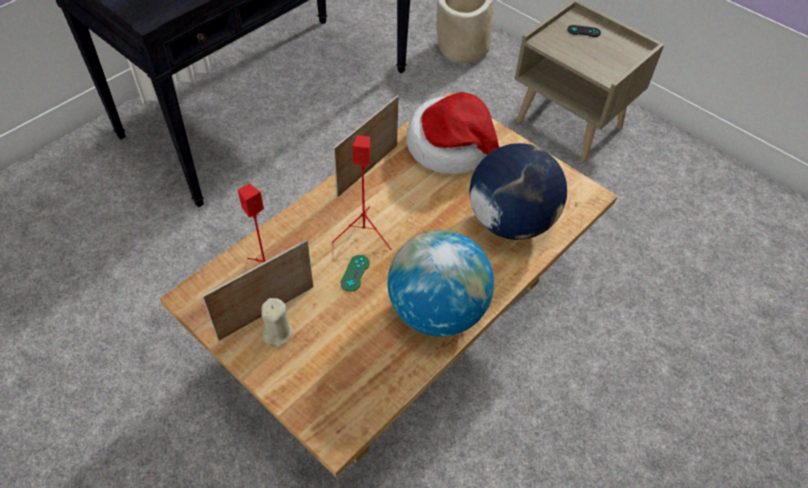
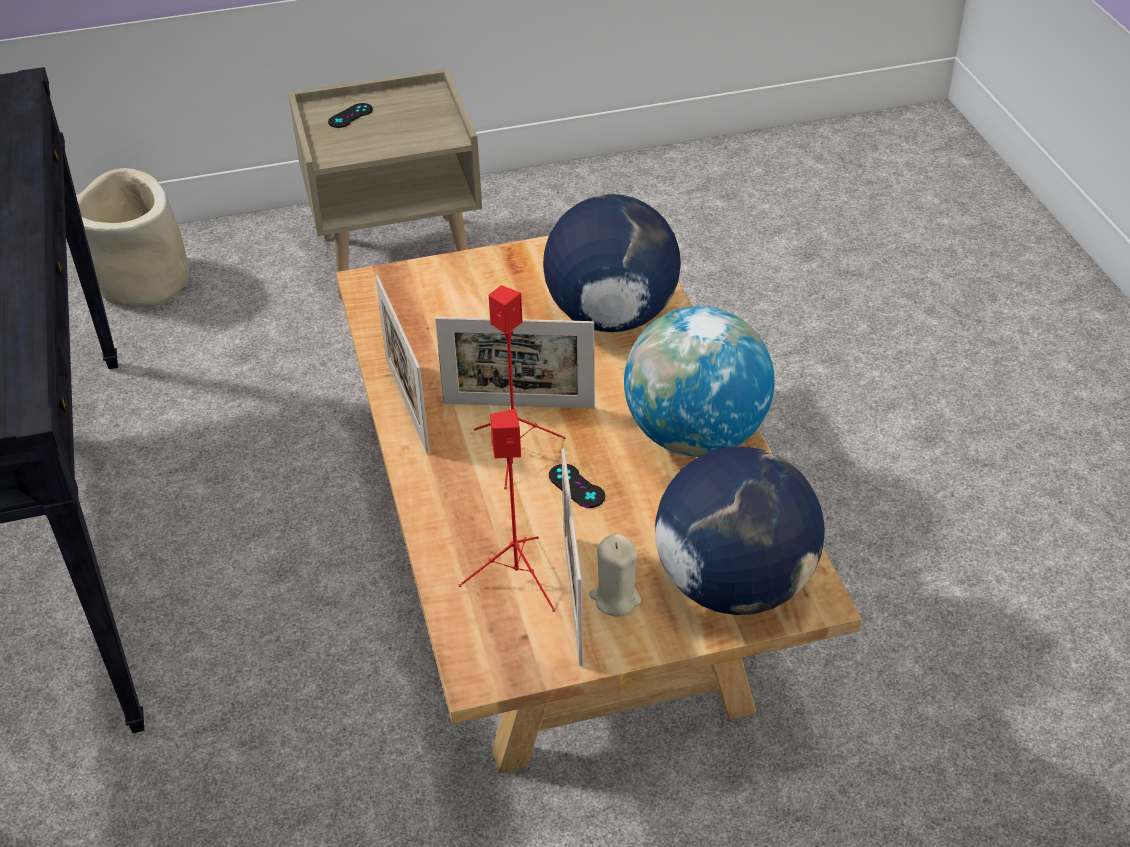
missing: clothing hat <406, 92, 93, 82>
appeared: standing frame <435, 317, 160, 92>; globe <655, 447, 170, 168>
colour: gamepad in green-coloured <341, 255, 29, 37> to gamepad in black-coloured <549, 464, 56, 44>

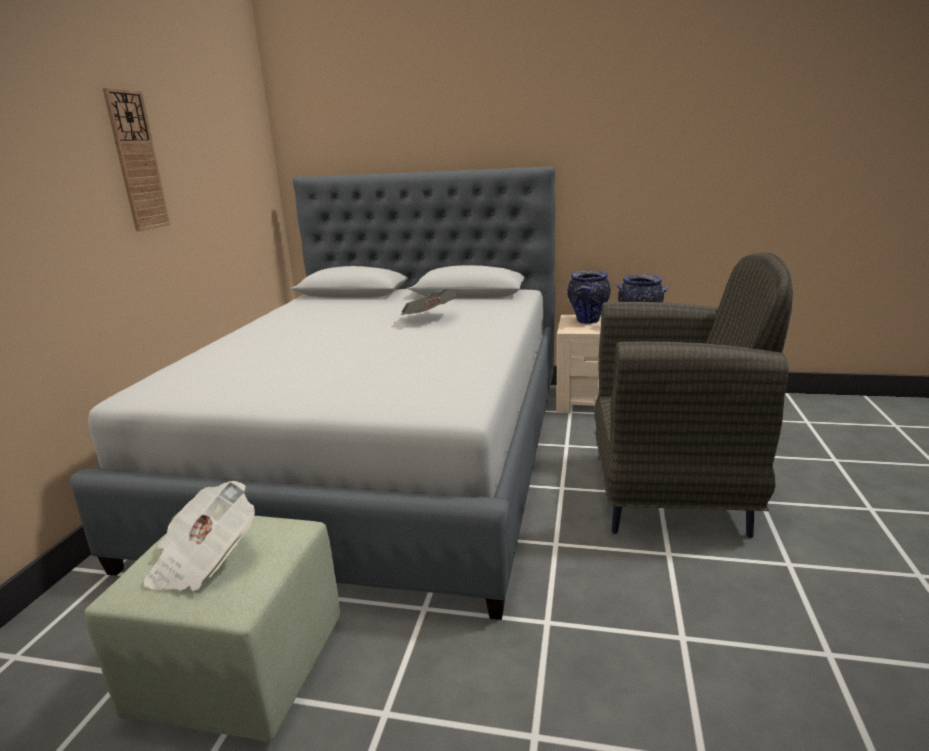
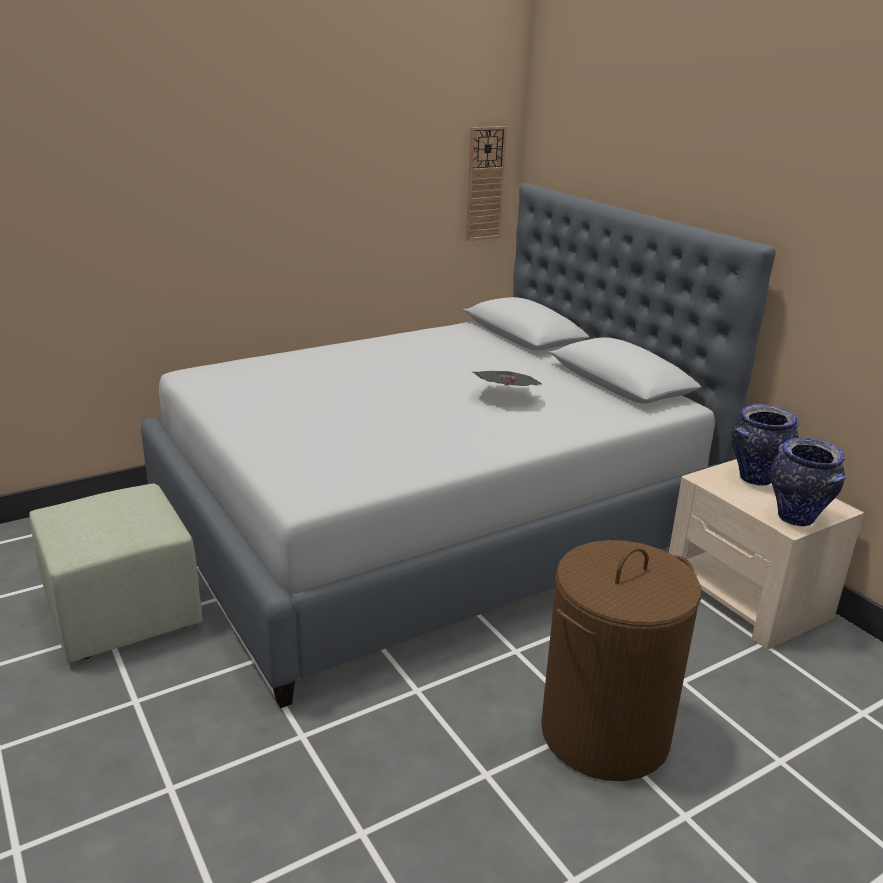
missing: printed paper <143, 481, 112, 110>
relocated: clock on the wall <103, 88, 68, 143> to <466, 126, 41, 115>
exchanged: lounge chair in gray <594, 253, 199, 285> to washing basket in brown <541, 540, 160, 241>

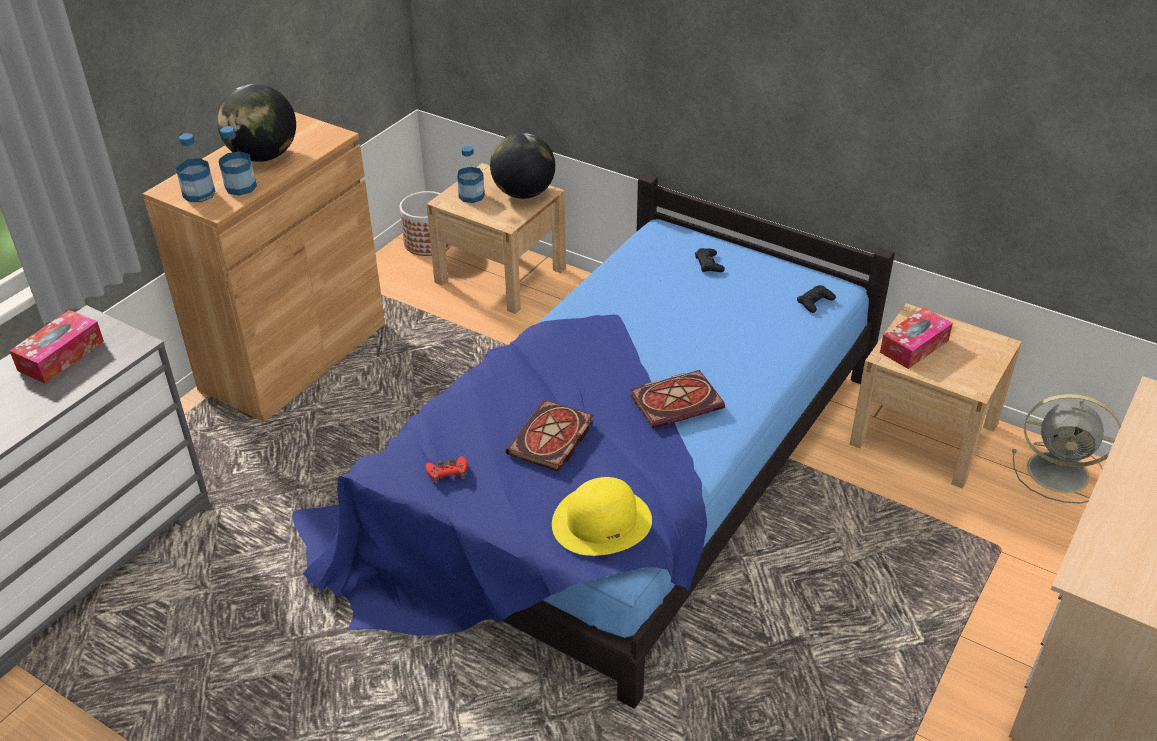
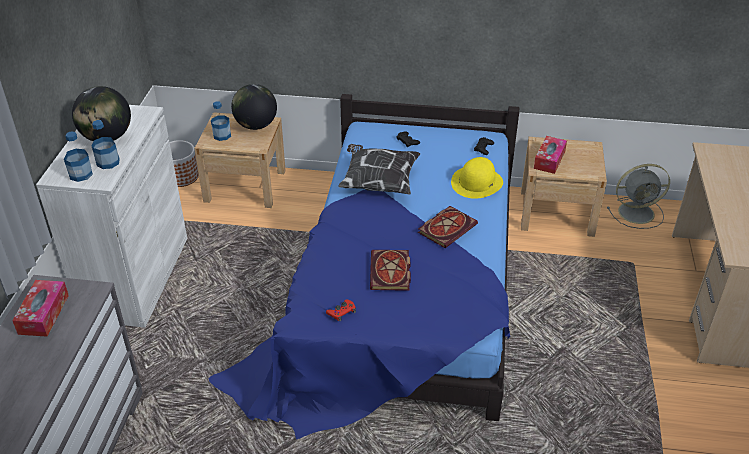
appeared: cushion <338, 144, 82, 50>
relocated: clothing hat in yellow <552, 477, 100, 79> to <451, 157, 52, 42>
colour: storage cabinet in brown <143, 112, 242, 310> to storage cabinet in white <36, 105, 151, 223>

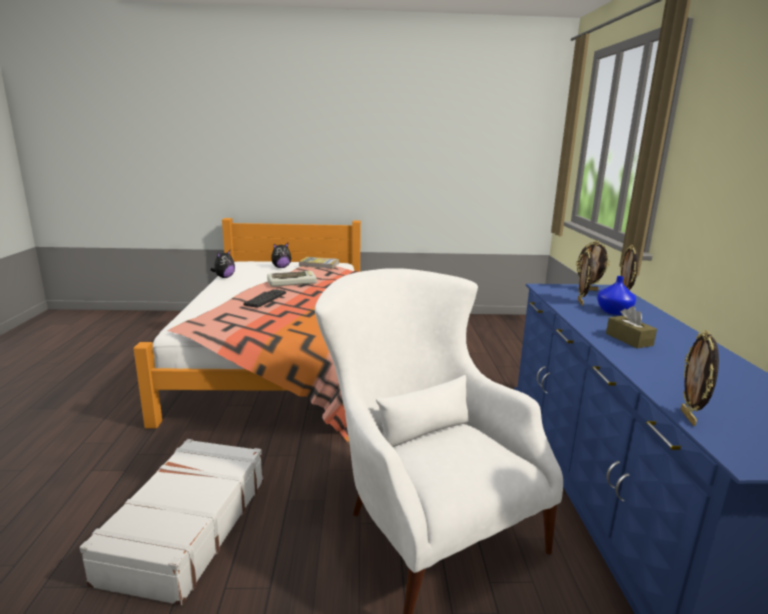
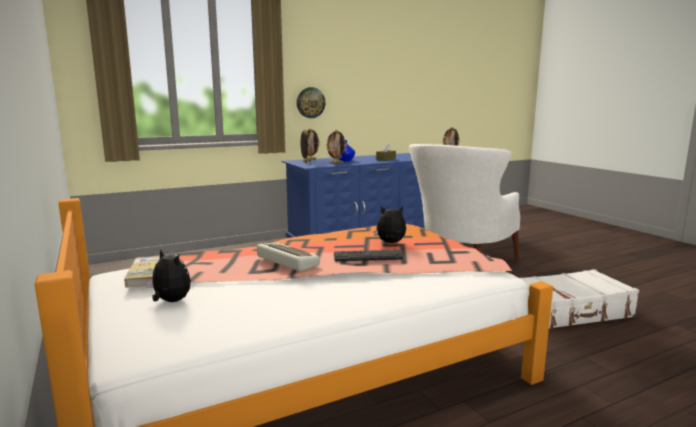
appeared: clock on the wall <297, 87, 28, 31>
relocated: soft toy <211, 250, 24, 28> to <374, 206, 32, 37>

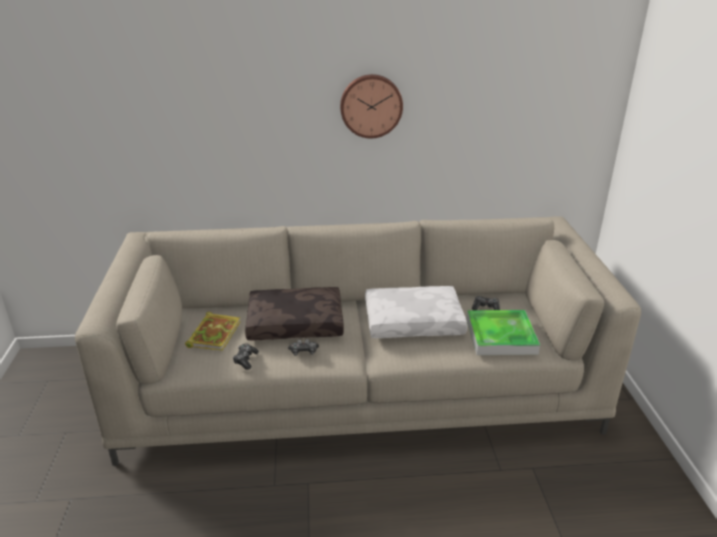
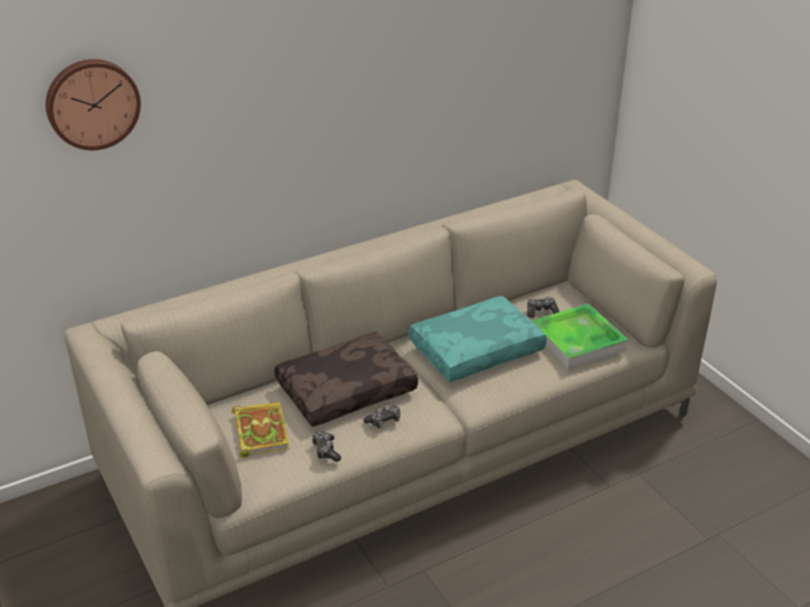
relocated: clock on the wall <340, 74, 63, 64> to <46, 59, 95, 91>
colour: cushion in white <365, 286, 102, 52> to cushion in blue-green <409, 296, 138, 86>

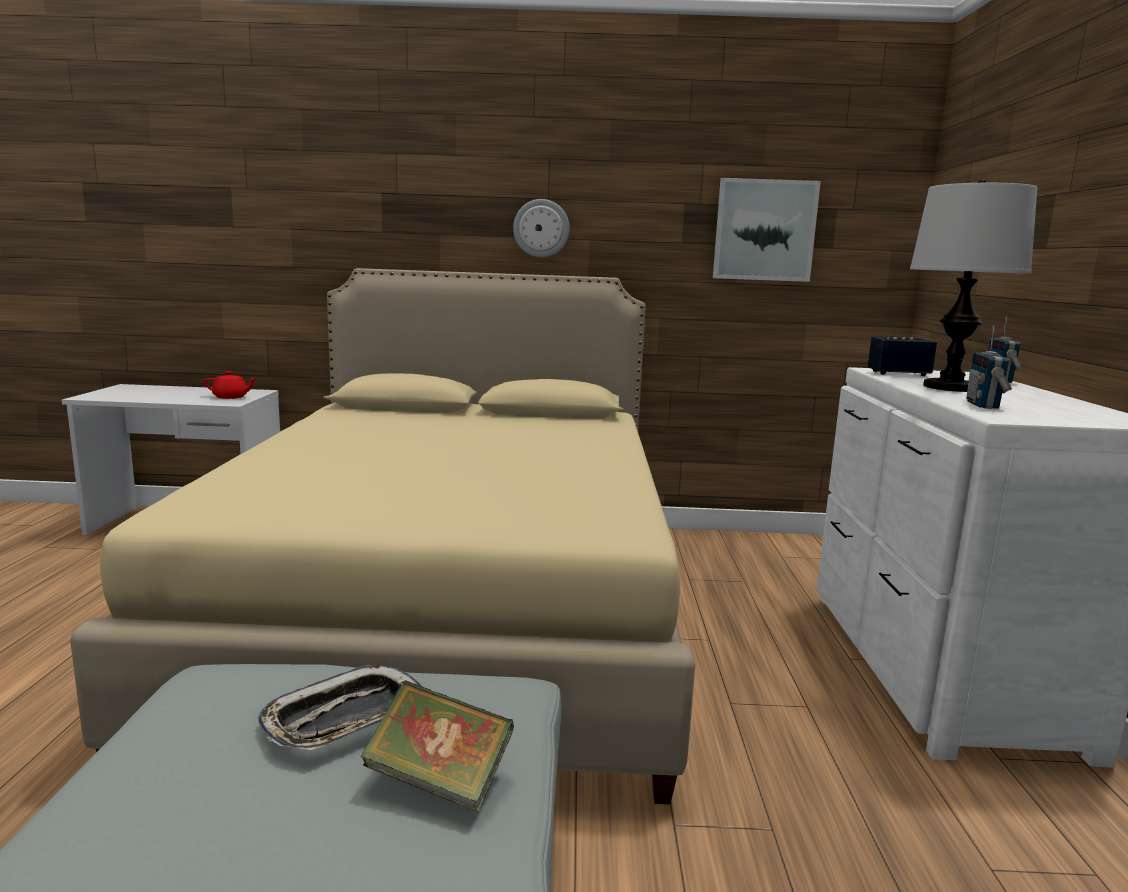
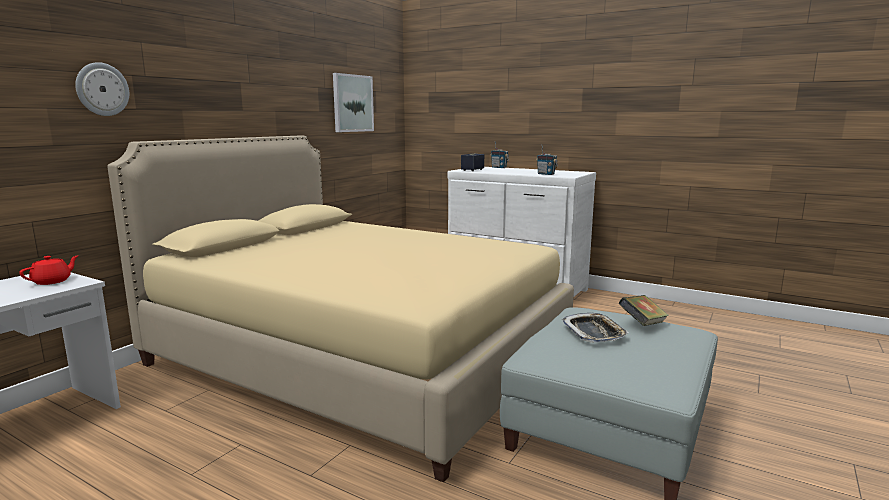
missing: table lamp <910, 179, 127, 213>
relocated: clock on the wall <513, 199, 57, 59> to <75, 62, 54, 54>

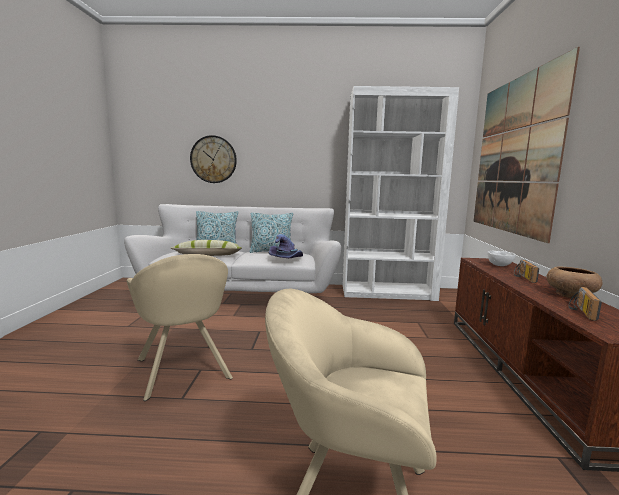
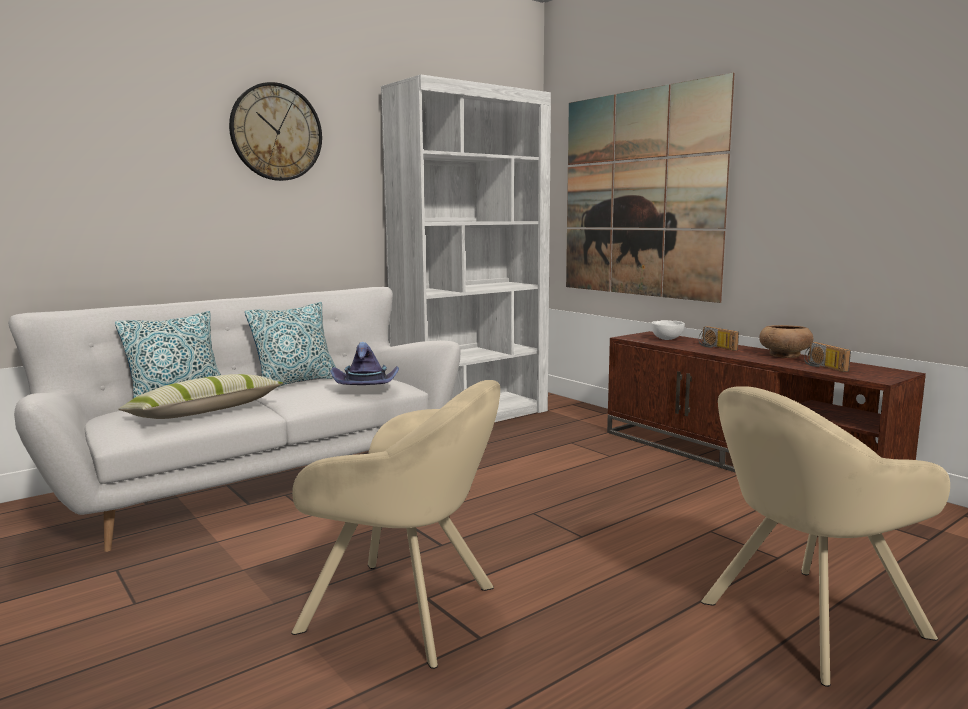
relocated: clock on the wall <190, 135, 47, 48> to <229, 82, 93, 99>

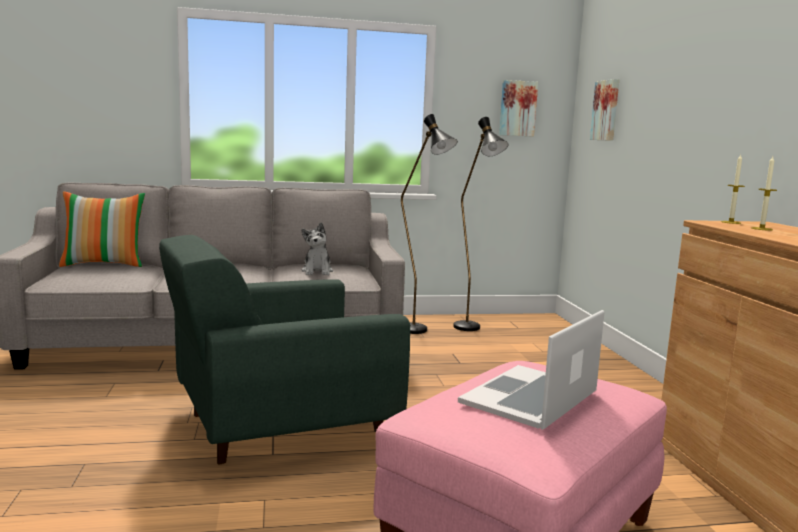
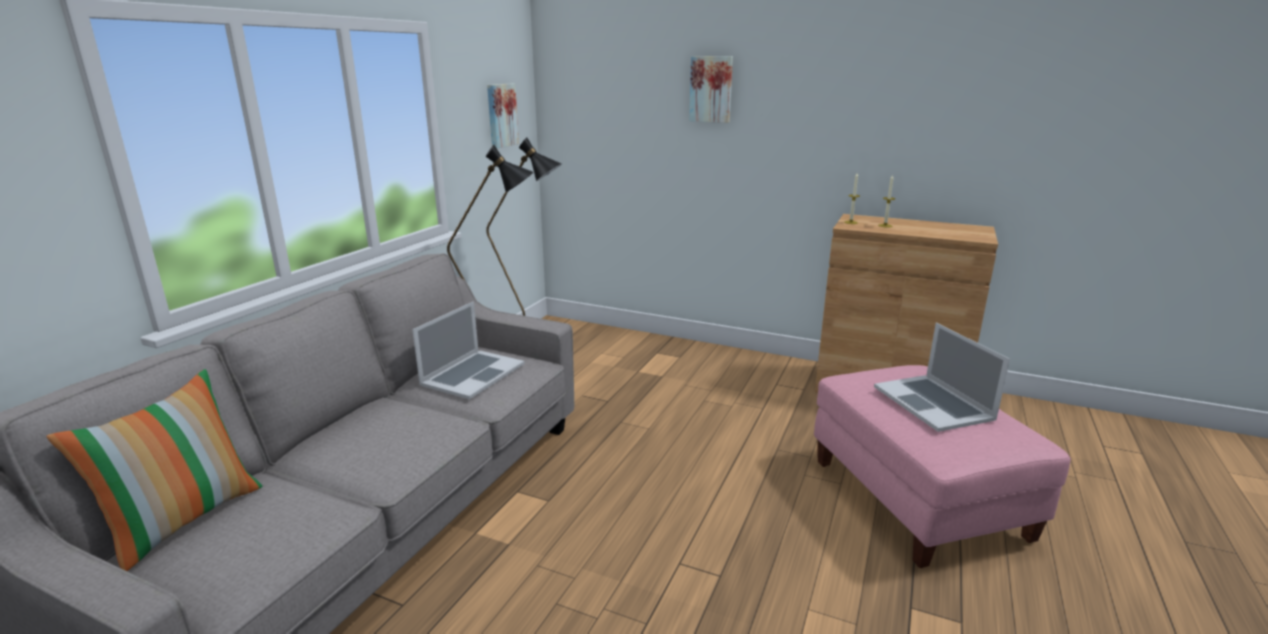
missing: lounge chair in green-coloured <159, 235, 251, 229>
relocated: wall art <590, 79, 29, 62> to <689, 56, 44, 67>
exchanged: soft toy <301, 223, 32, 52> to notebook computer <412, 301, 113, 98>

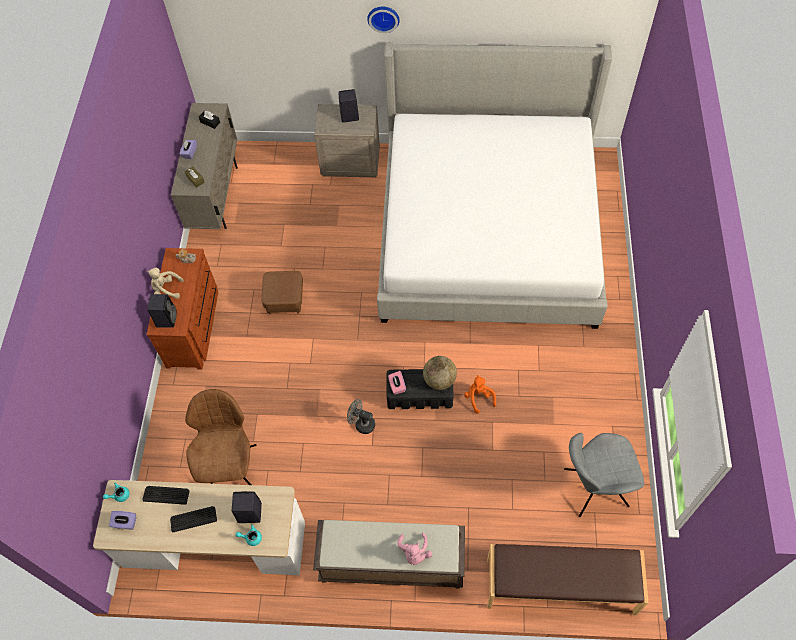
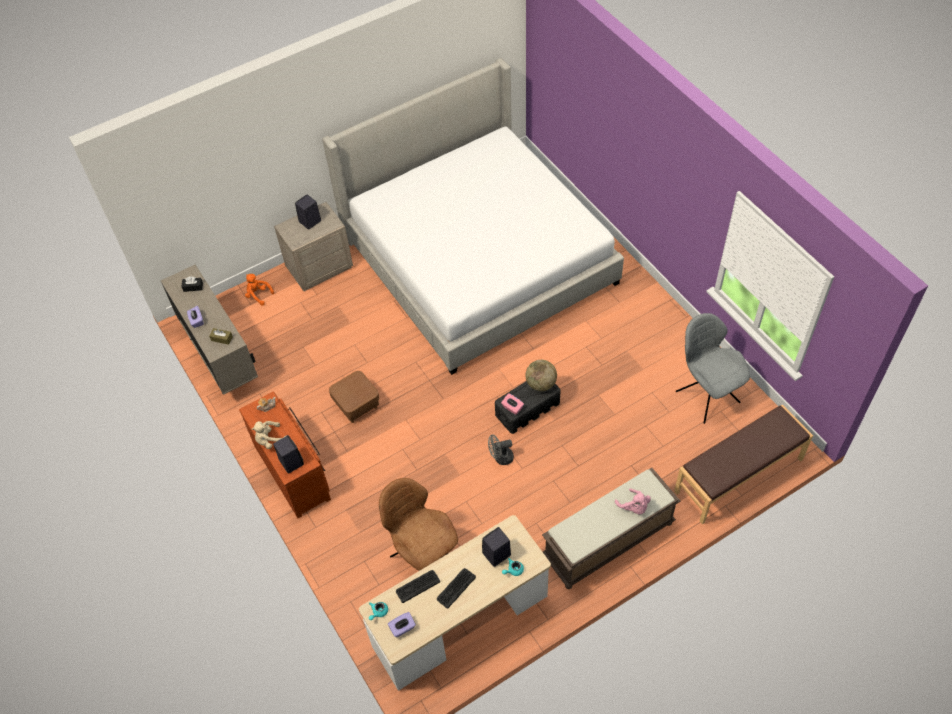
missing: clock on the wall <367, 7, 33, 26>
relocated: soft toy in orange-coloured <464, 375, 32, 39> to <245, 274, 29, 31>
spun: upright chair in gray <564, 433, 80, 84> = <676, 313, 74, 111> 105 degrees clockwise

